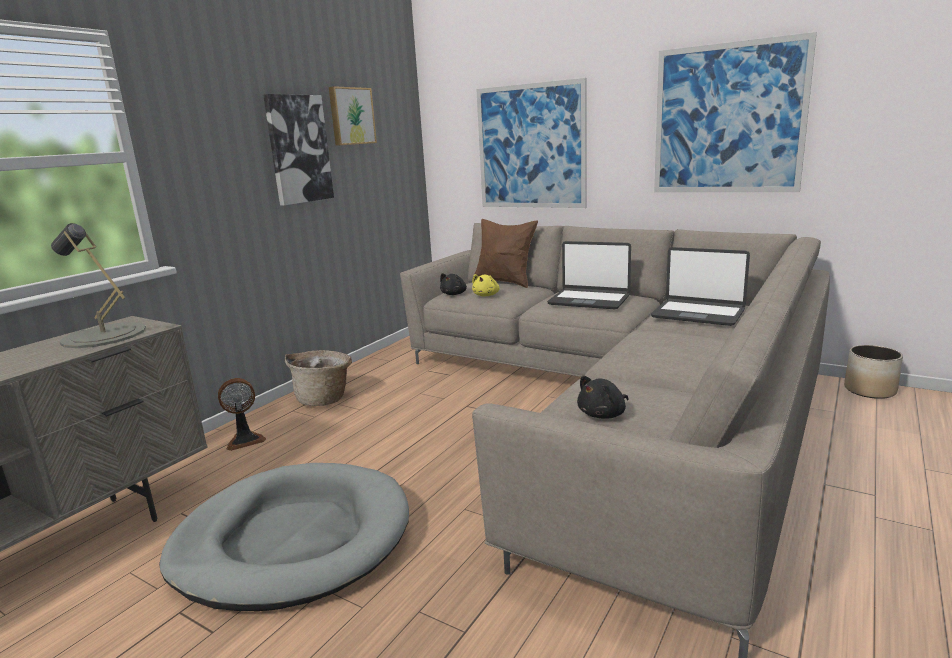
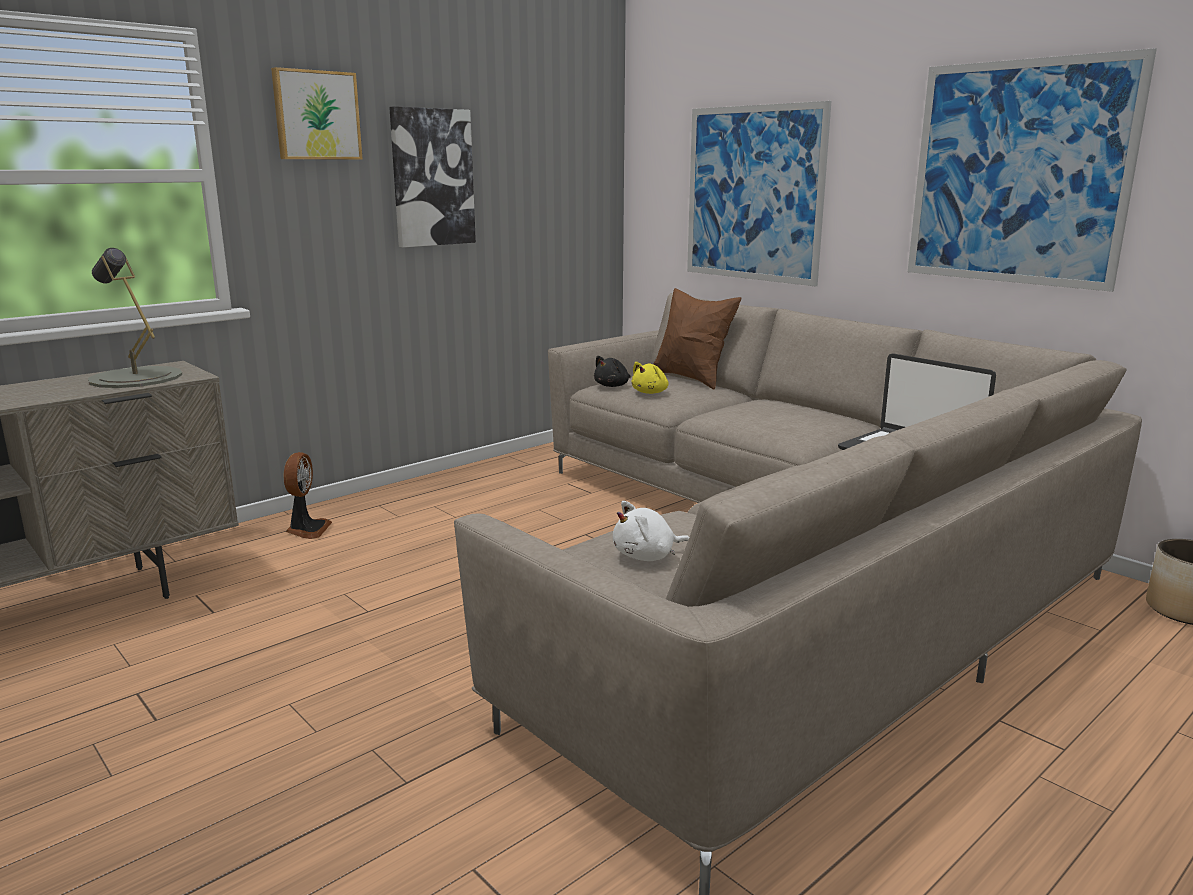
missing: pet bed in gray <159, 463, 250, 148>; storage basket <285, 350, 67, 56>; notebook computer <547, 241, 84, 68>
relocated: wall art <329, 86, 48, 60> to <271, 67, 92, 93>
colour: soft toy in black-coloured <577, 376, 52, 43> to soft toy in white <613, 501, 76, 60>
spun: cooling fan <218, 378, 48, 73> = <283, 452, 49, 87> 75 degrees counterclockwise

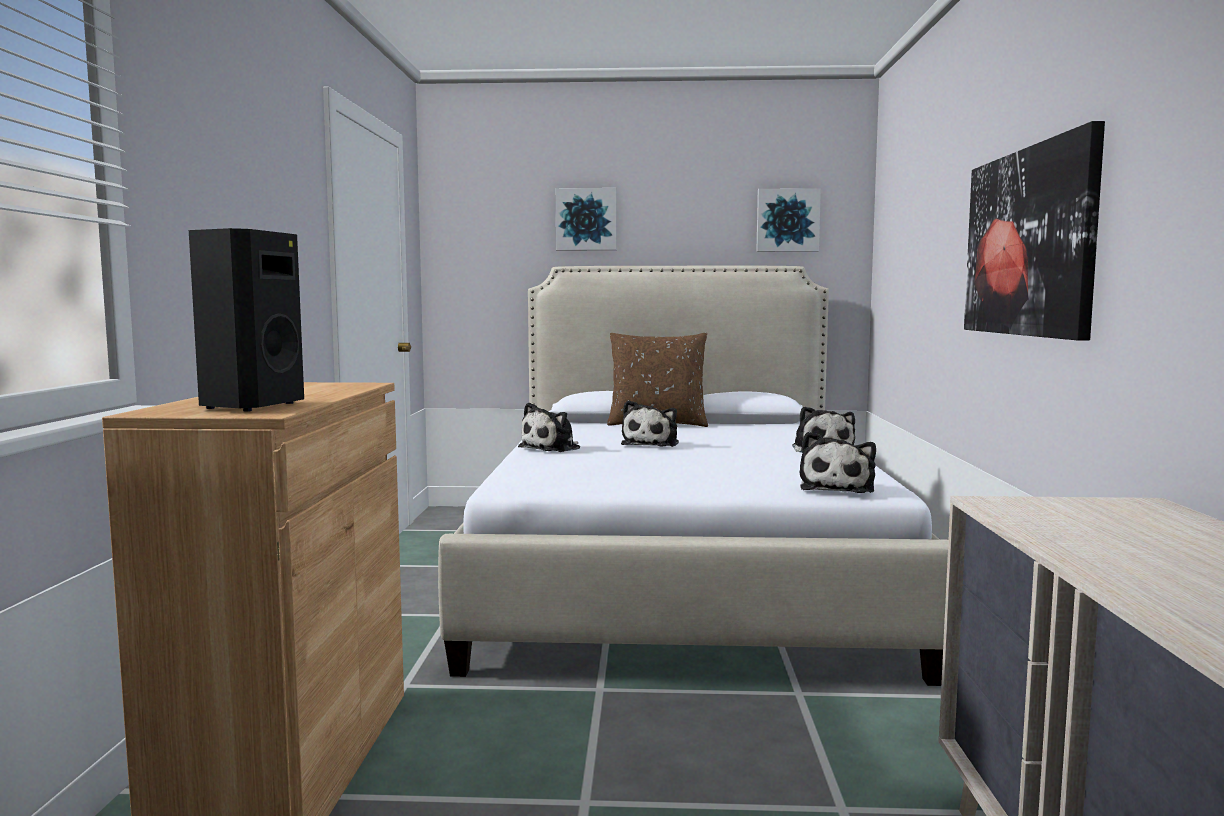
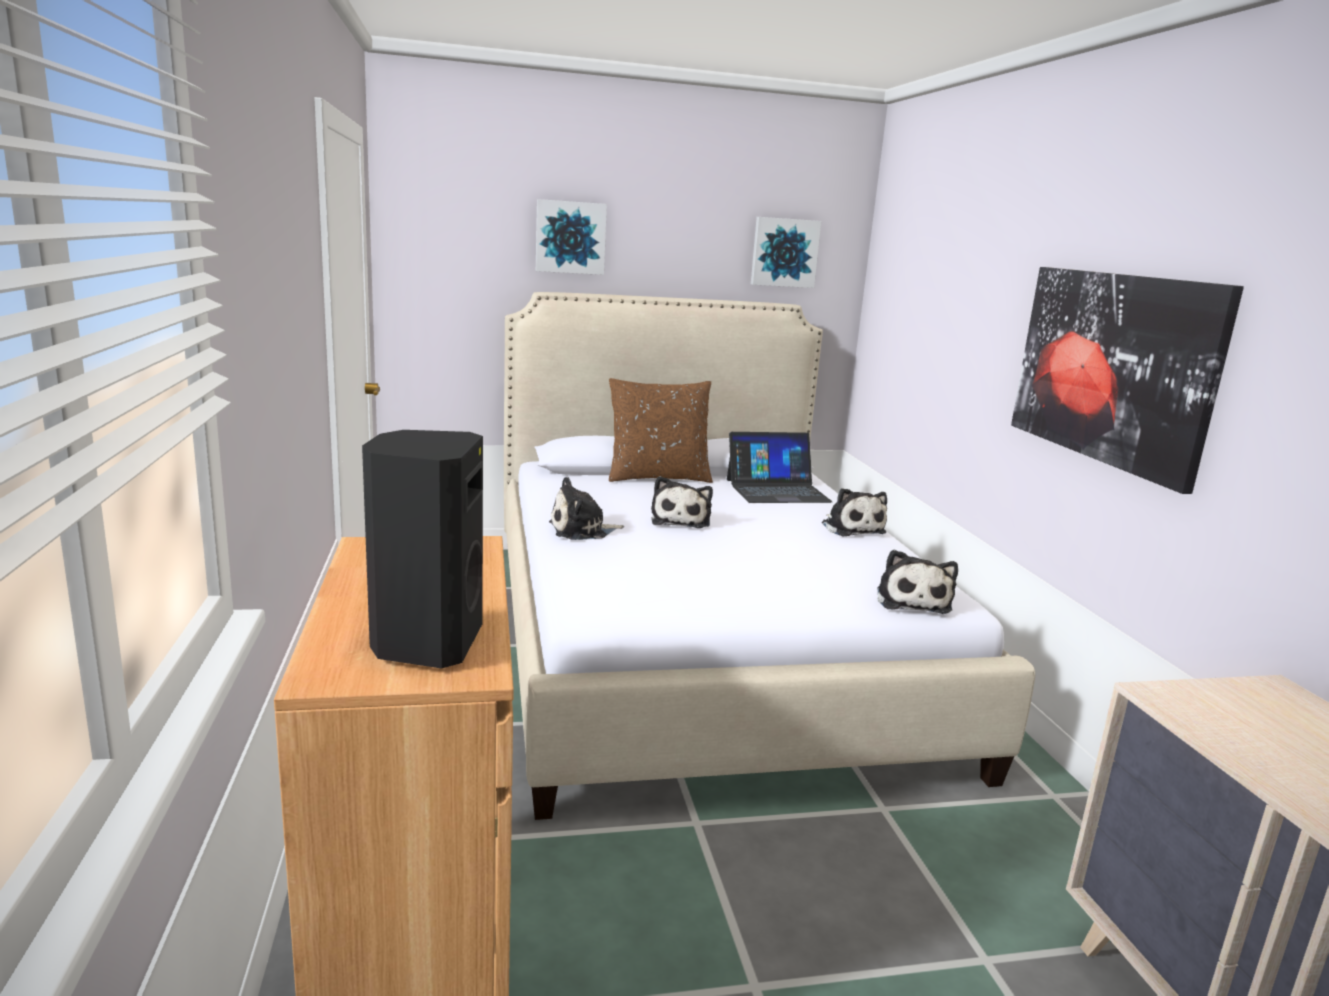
appeared: notebook computer <727, 432, 106, 71>
spun: soft toy <518, 403, 62, 49> = <549, 477, 75, 63> 45 degrees clockwise

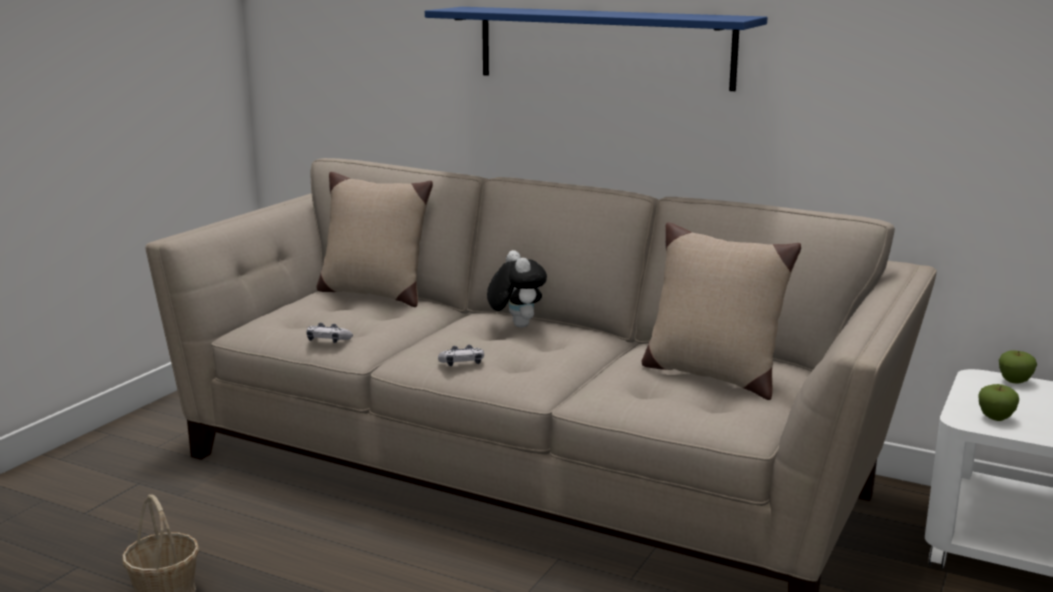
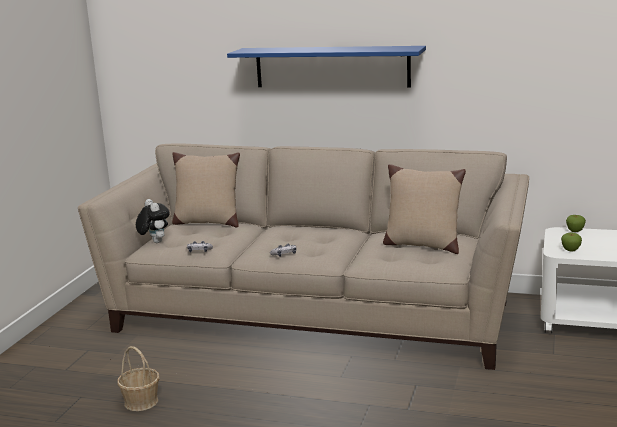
relocated: soft toy <487, 250, 60, 78> to <136, 199, 34, 44>

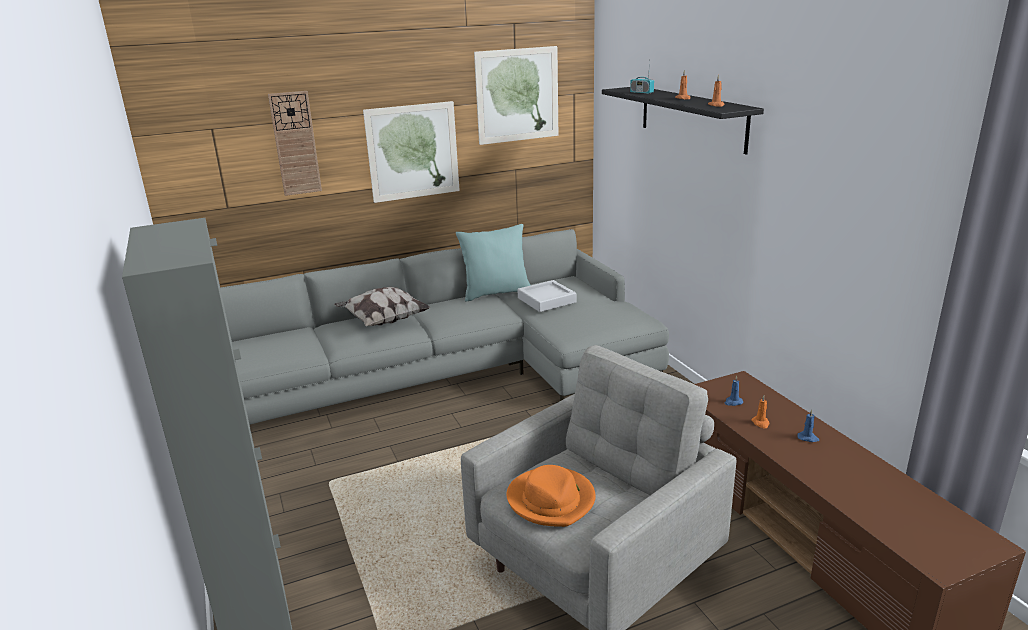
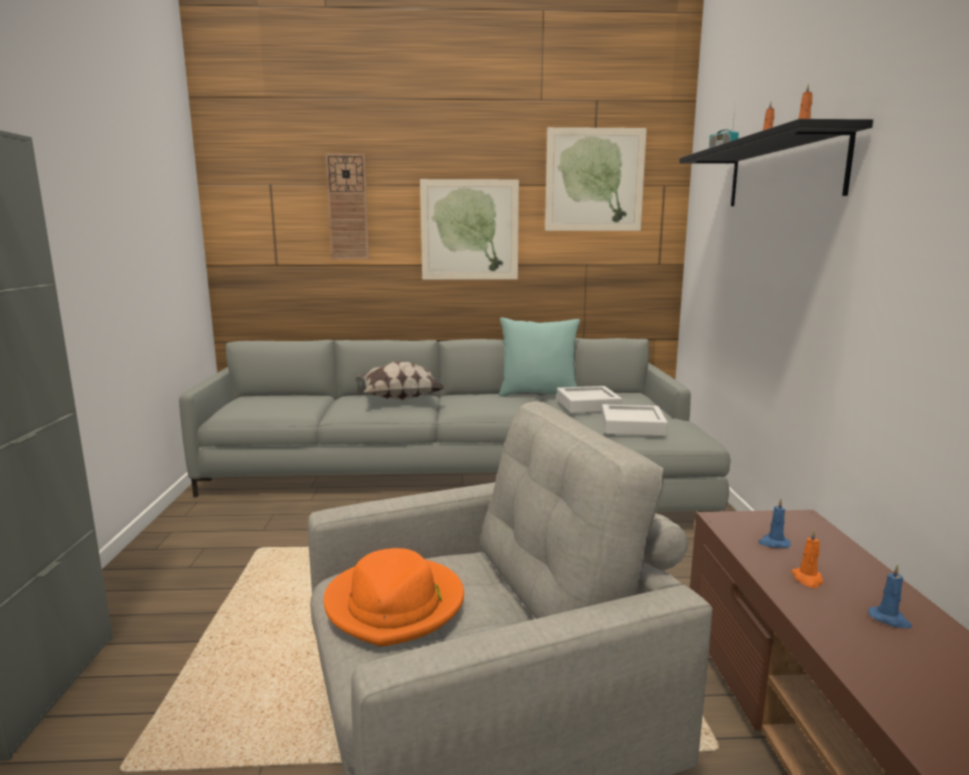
appeared: carrying tray in gray <602, 404, 66, 32>

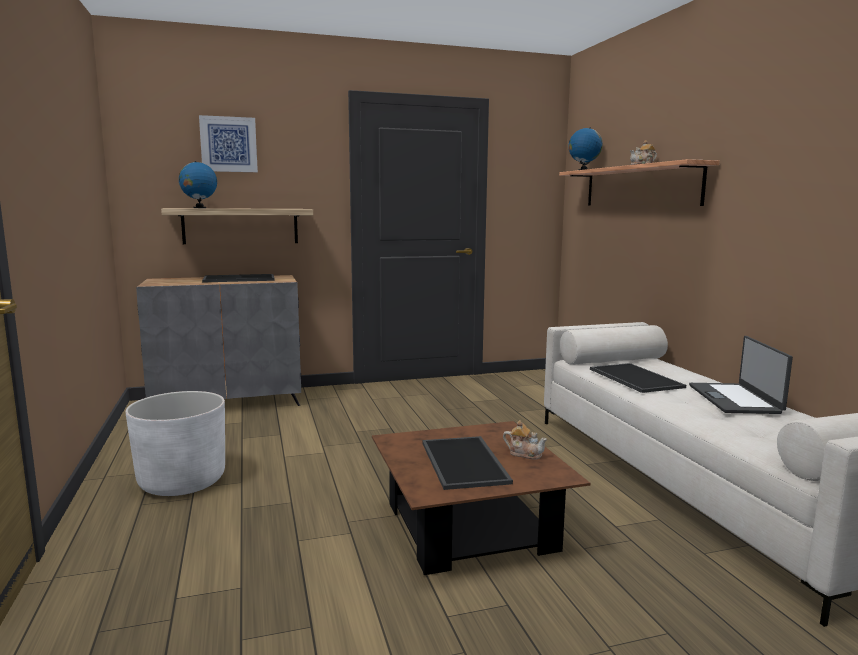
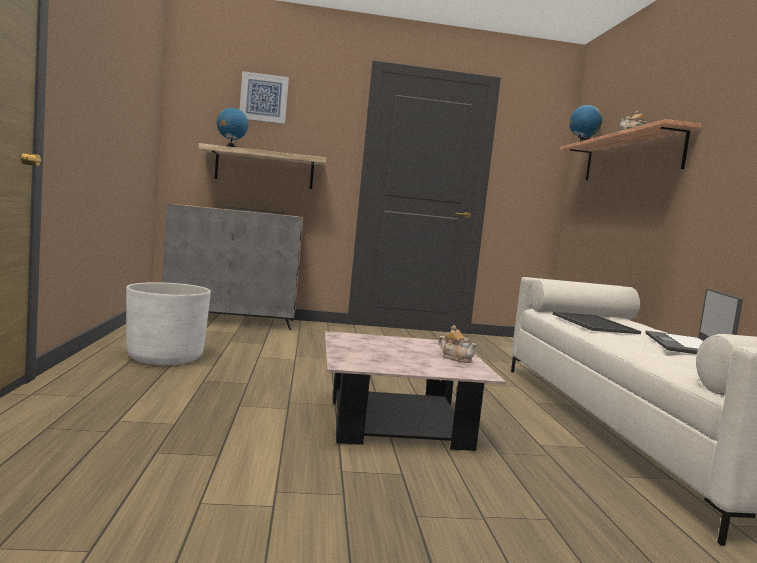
missing: carrying tray <422, 436, 91, 54>
colour: coffee table in brown <372, 421, 219, 154> to coffee table in pinkish <325, 331, 181, 120>

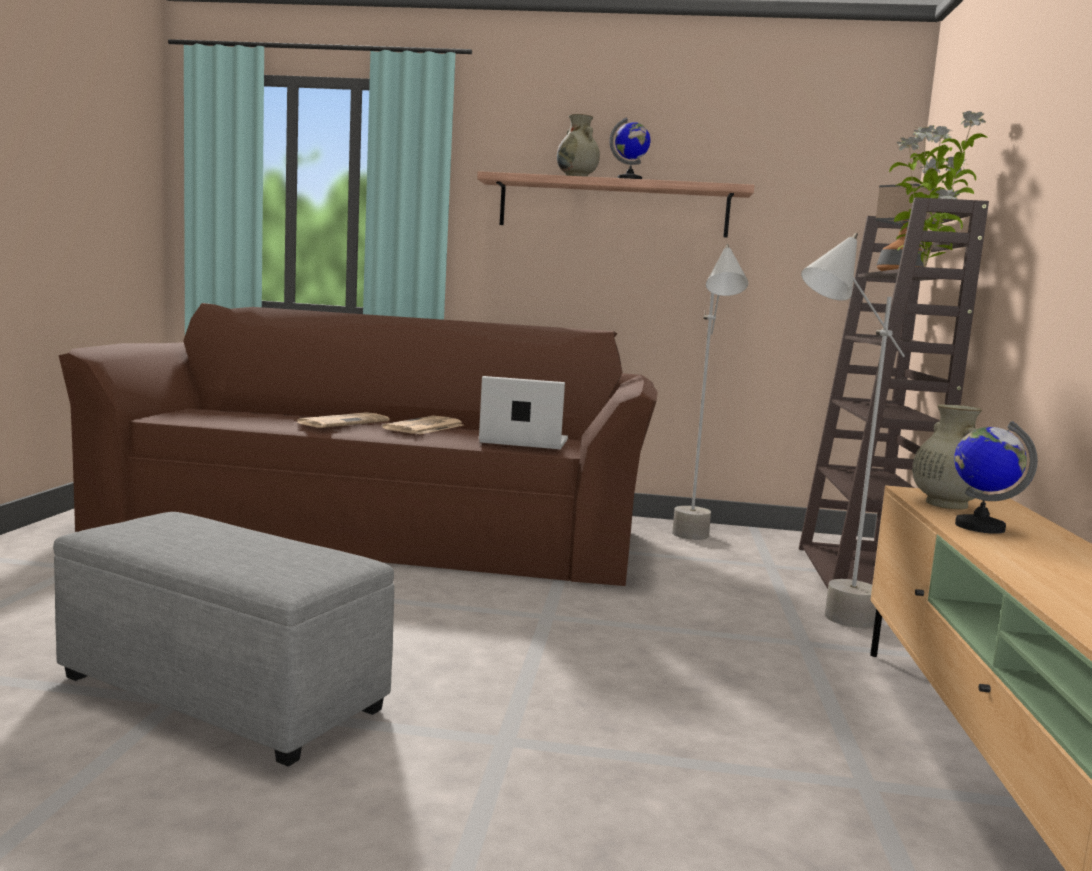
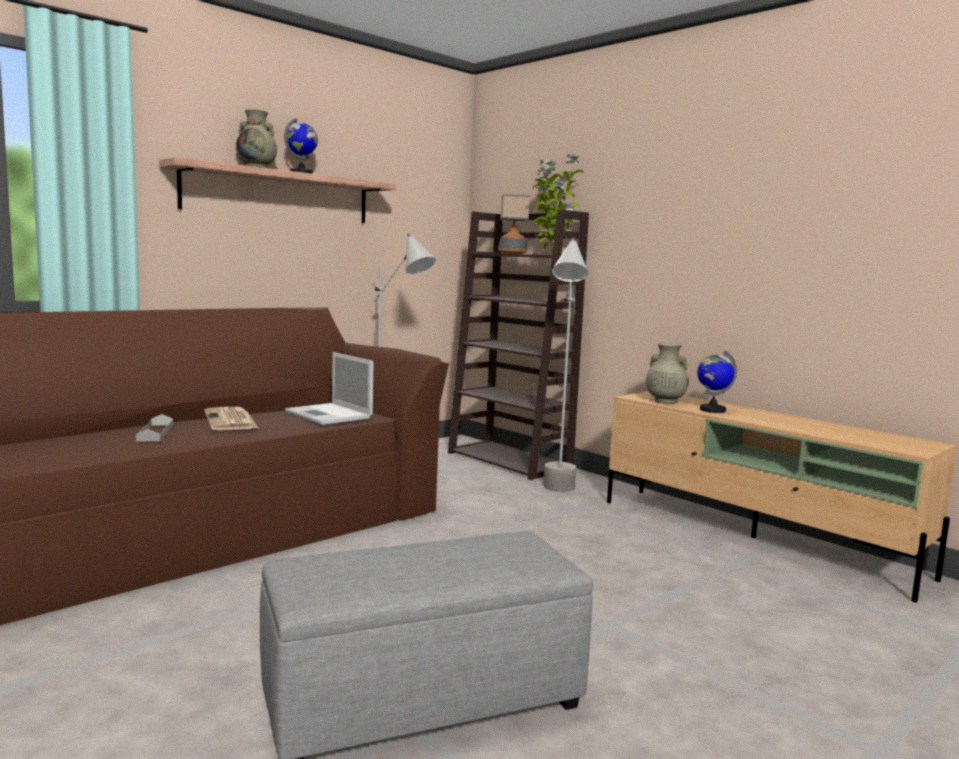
exchanged: printed paper <295, 412, 95, 16> to carrying tray in gray <136, 414, 37, 28>
spun: notebook computer <479, 376, 89, 73> = <285, 352, 89, 73> 90 degrees counterclockwise

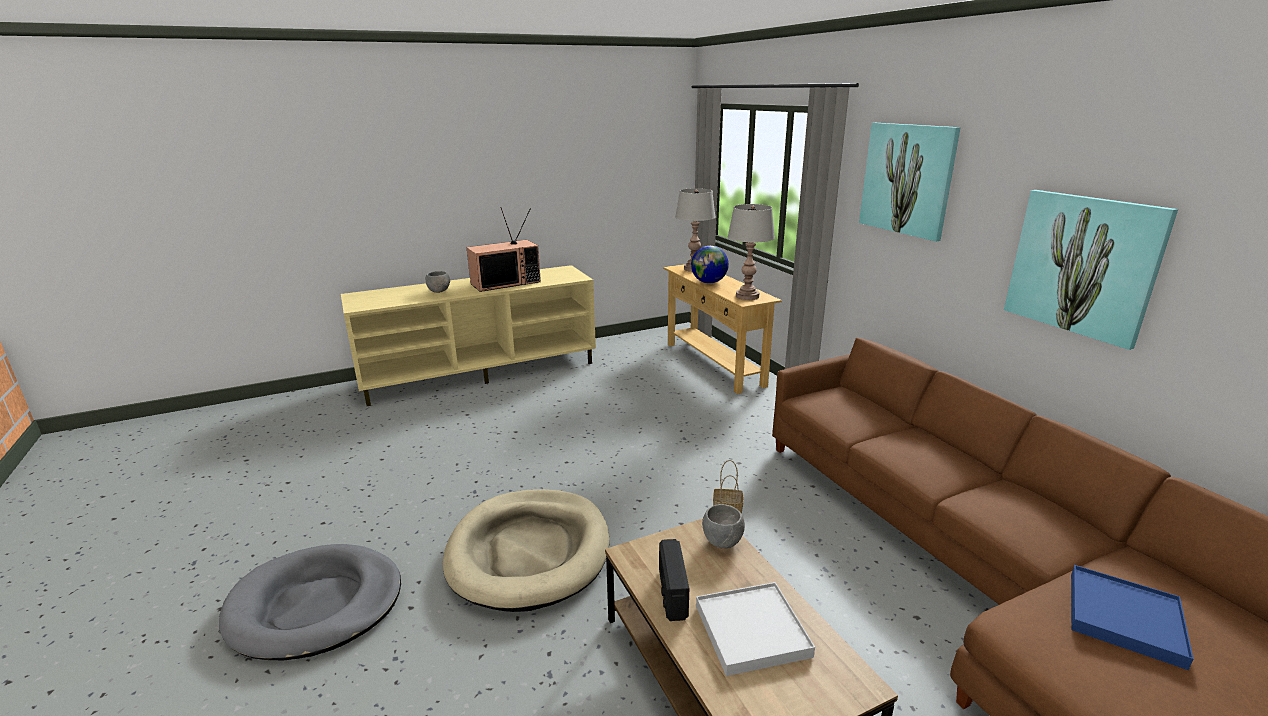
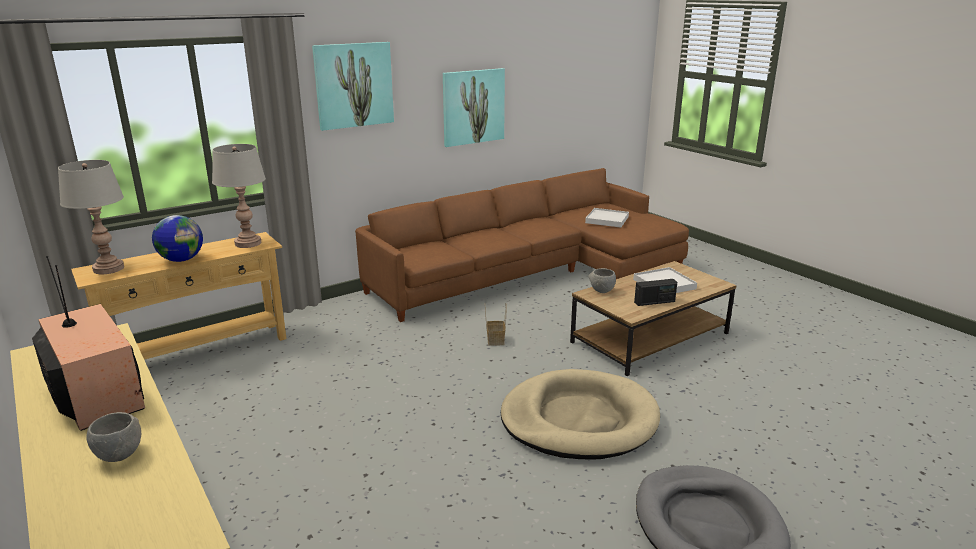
colour: carrying tray in blue-coloured <1071, 565, 123, 105> to carrying tray in white <585, 208, 44, 20>

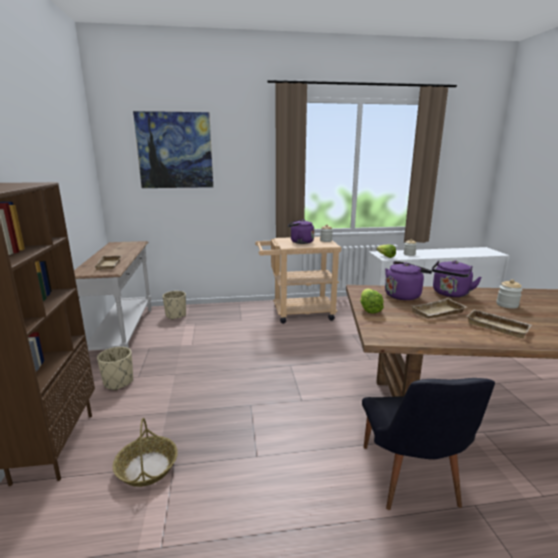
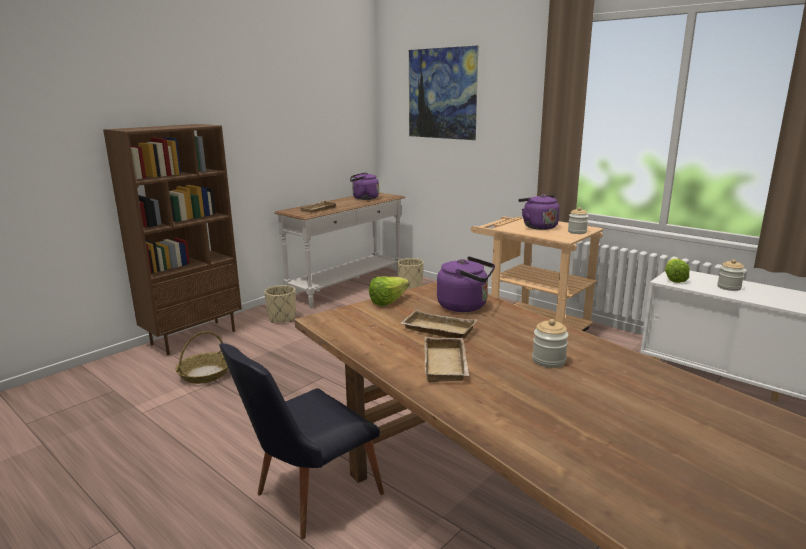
relocated: water kettle in purple-coloured <432, 260, 50, 37> to <350, 172, 29, 28>

